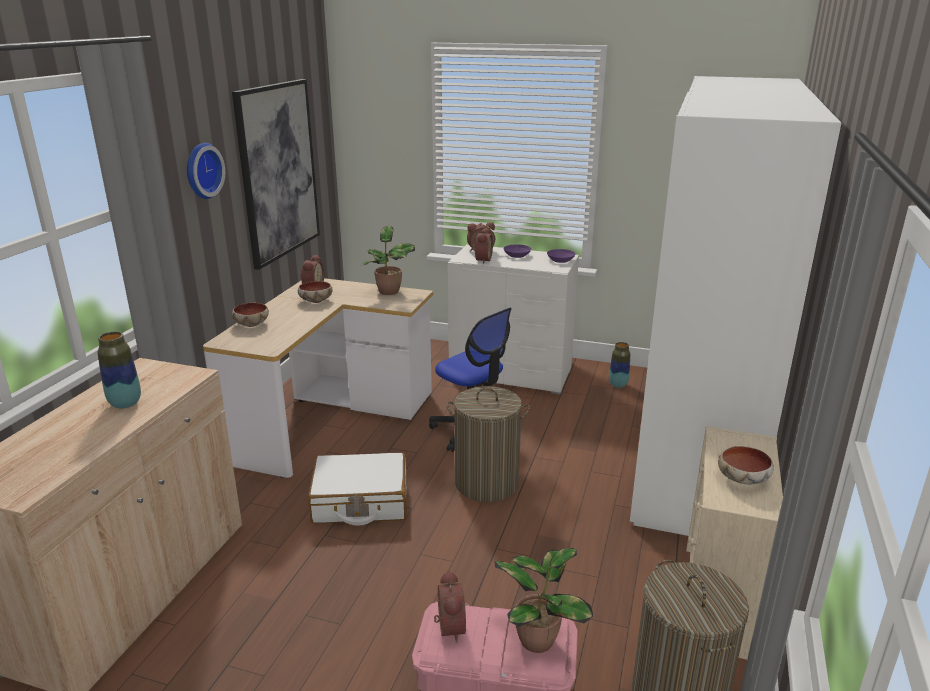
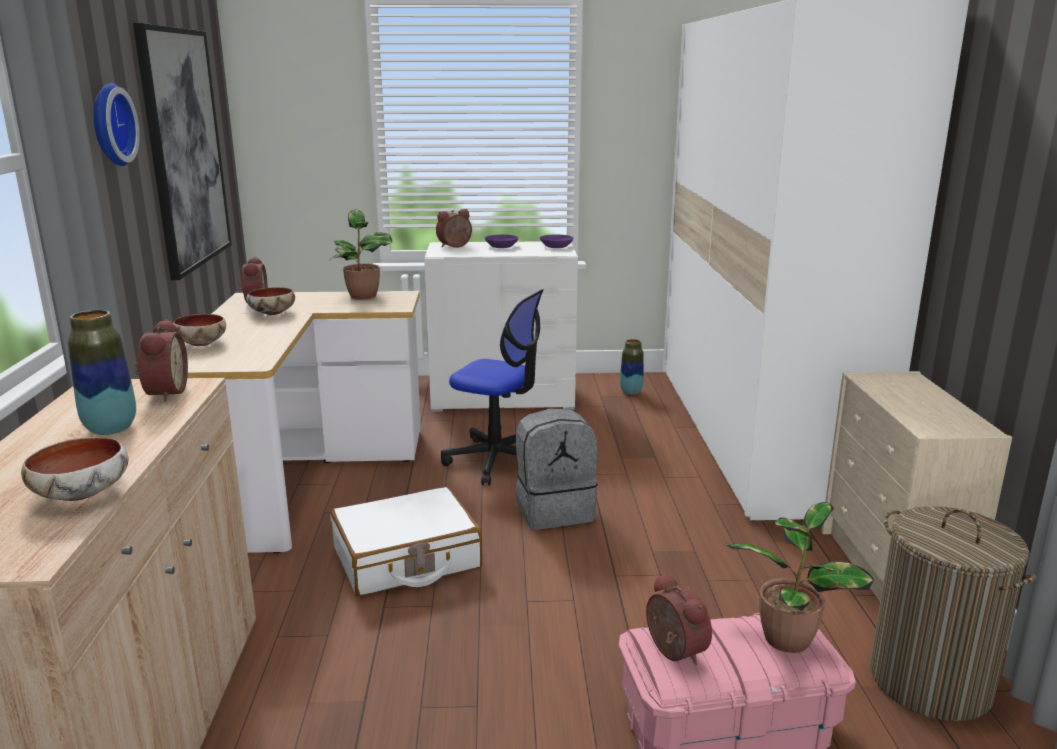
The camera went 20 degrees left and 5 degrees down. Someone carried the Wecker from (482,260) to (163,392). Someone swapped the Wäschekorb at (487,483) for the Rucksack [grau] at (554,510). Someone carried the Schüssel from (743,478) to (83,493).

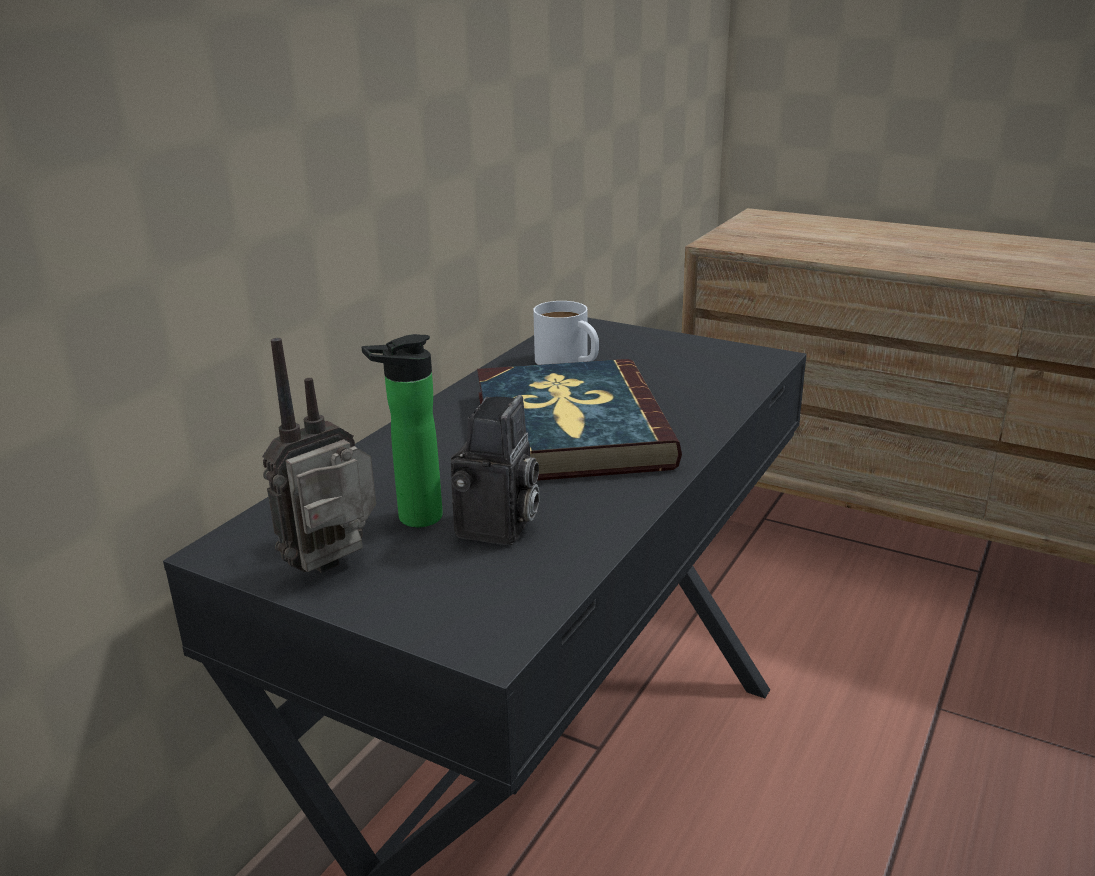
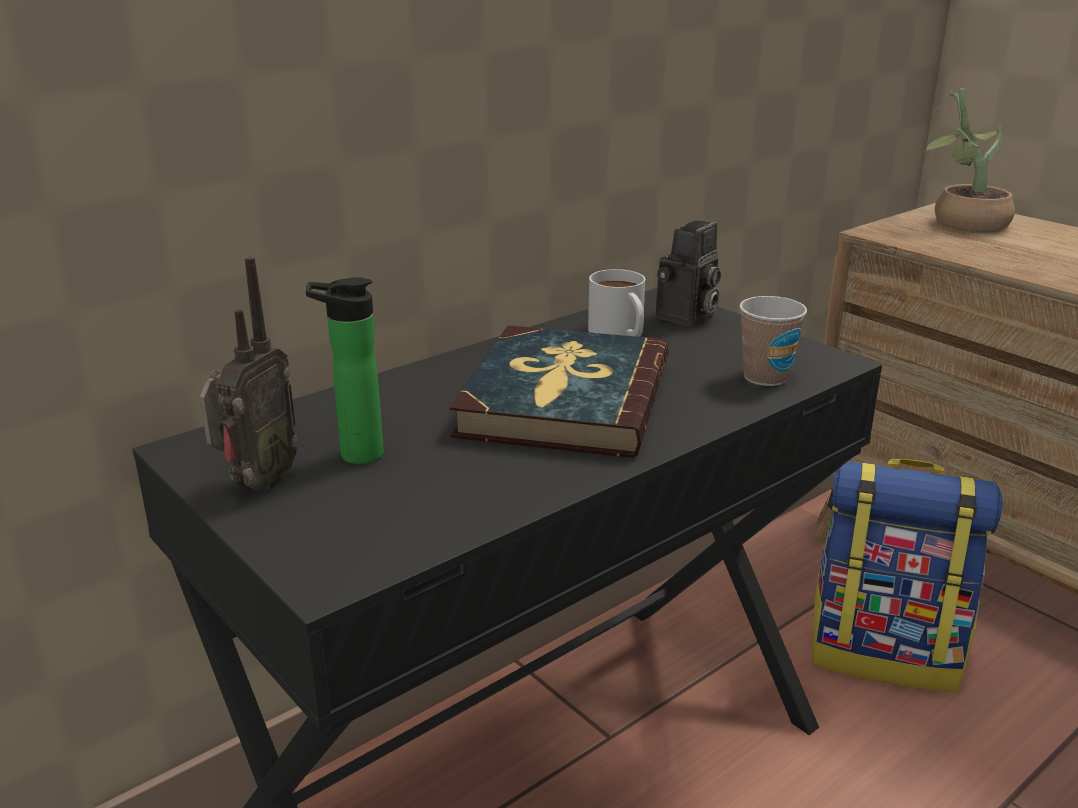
The camera went 20 degrees right and 0 degrees up. Someone rotated the Radio at (336,568) by 135 degrees clockwise. Someone carried the Kamera from (498,529) to (686,318). Someone put down the Topfpflanze at (960,223). Someone put down the Tasse at (765,377). Someone put down the Rucksack at (885,653).

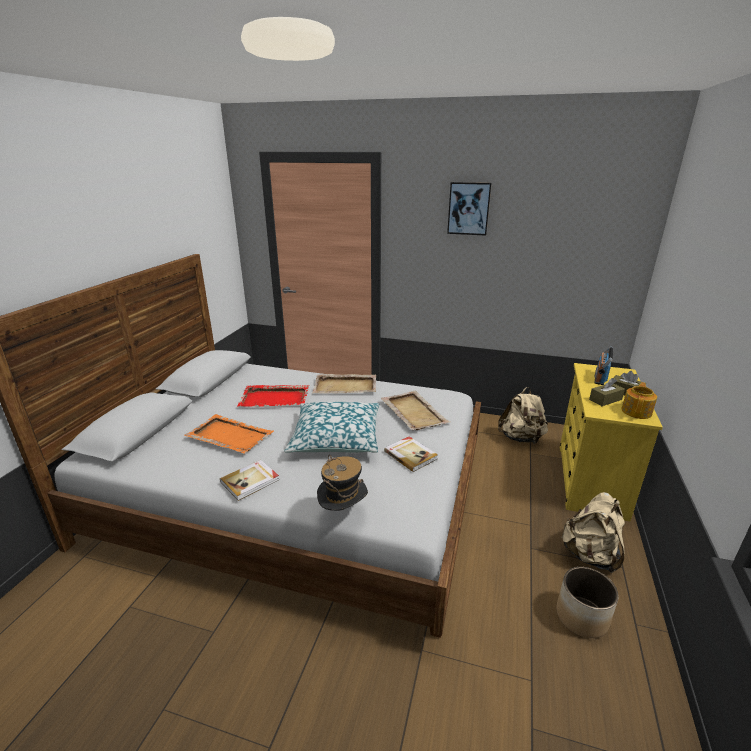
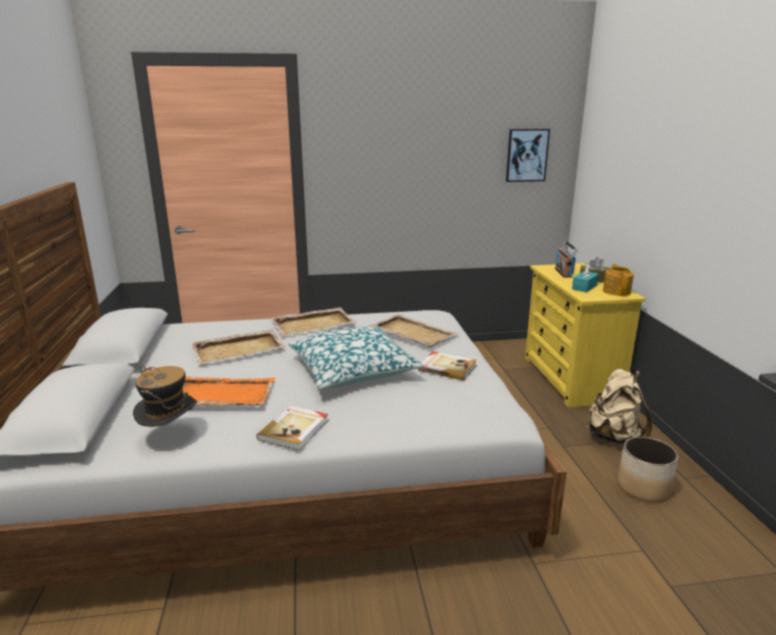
The camera went 25 degrees left and 5 degrees down. Someone carried the Bild from (468,208) to (526,155). Someone repainted the Taschentuchbox [braun] at (605,399), which became the Taschentuchbox [türkis] at (584,287). Someone repainted the Tablett [rot] at (275,398), which became the Tablett [beige] at (239,349). Someone took away the Rucksack [beige] at (521,438). Someone carried the Hut from (343,513) to (170,436).

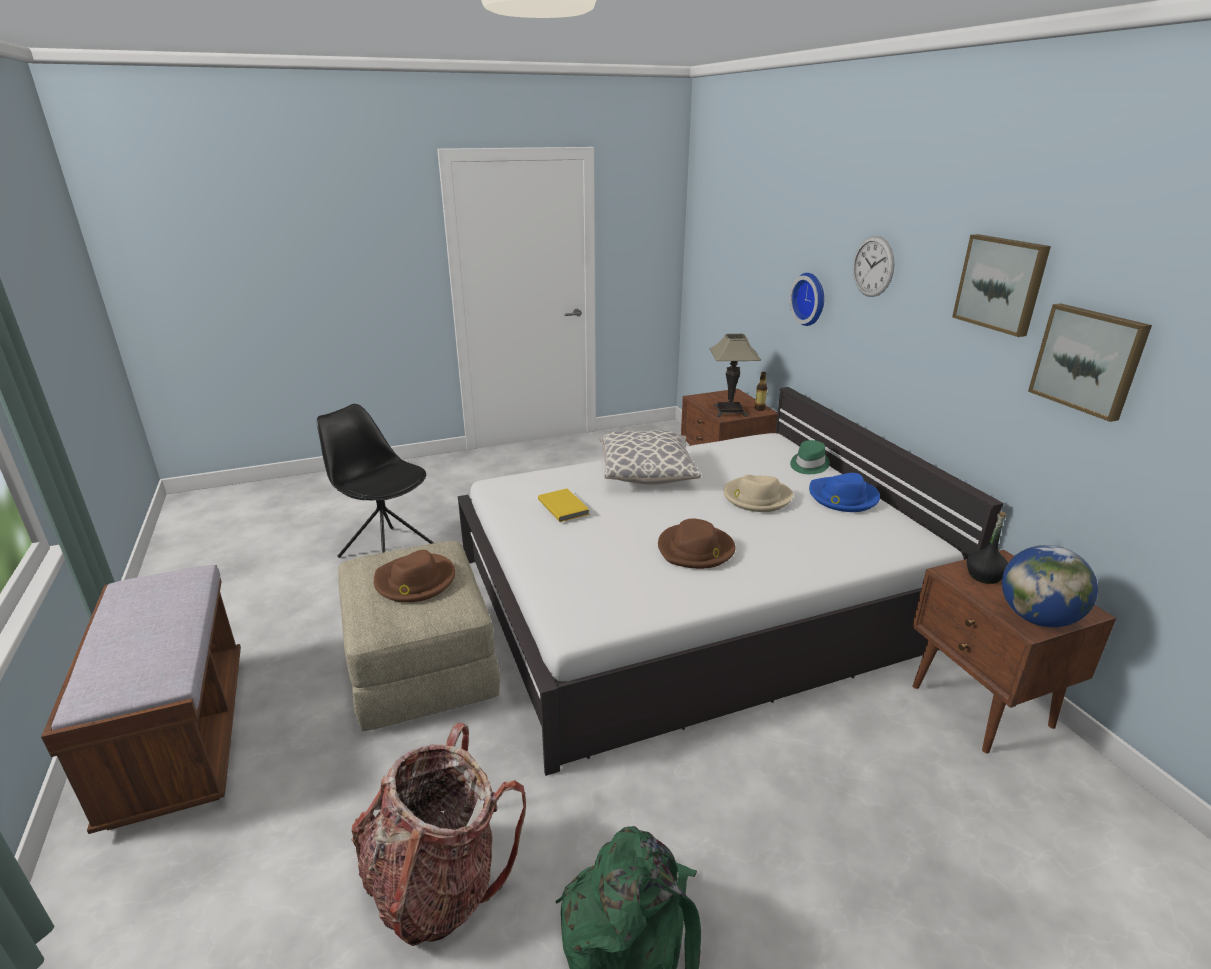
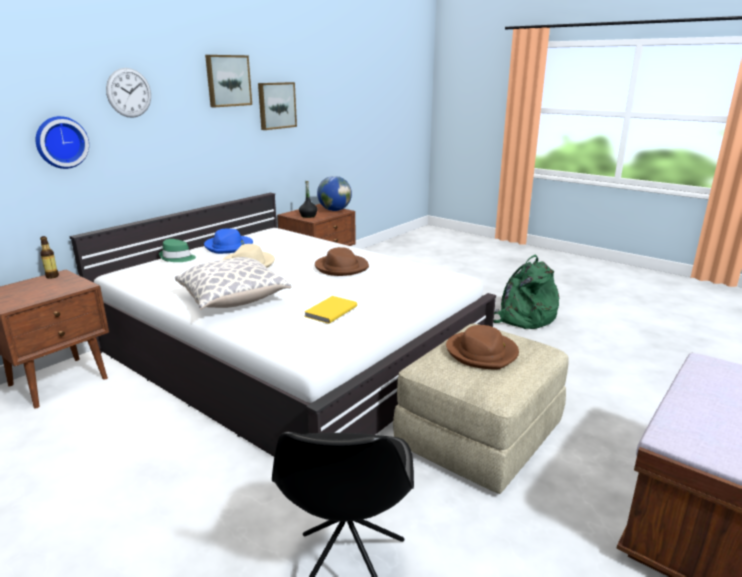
The camera went 120 degrees left and 5 degrees down. Someone took away the Tischlampe at (730,411). Someone took away the Rucksack at (438,882).

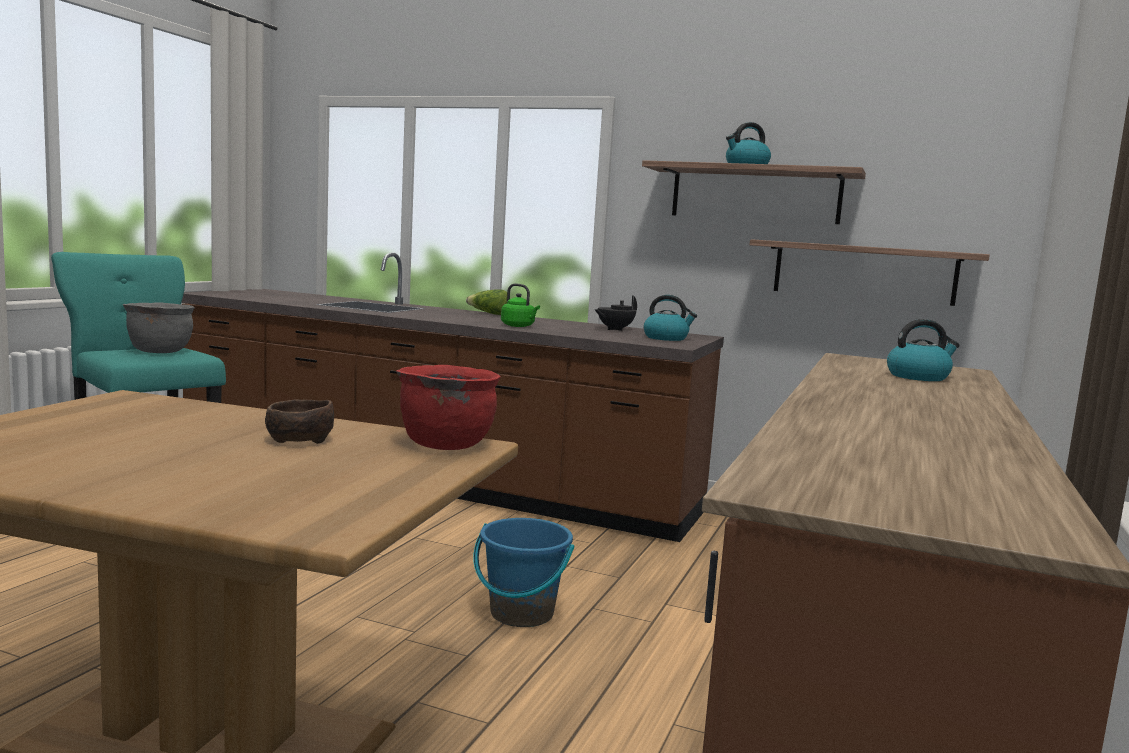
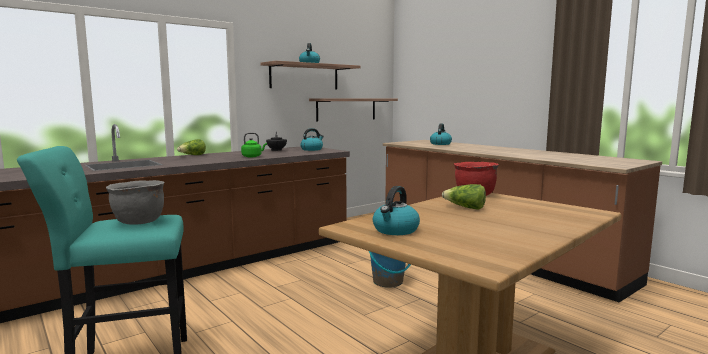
The camera went 60 degrees left and 0 degrees up. Someone swapped the Schüssel [braun] at (298,440) for the Salatkopf at (465,208). Someone put down the Wasserkessel at (395,230).

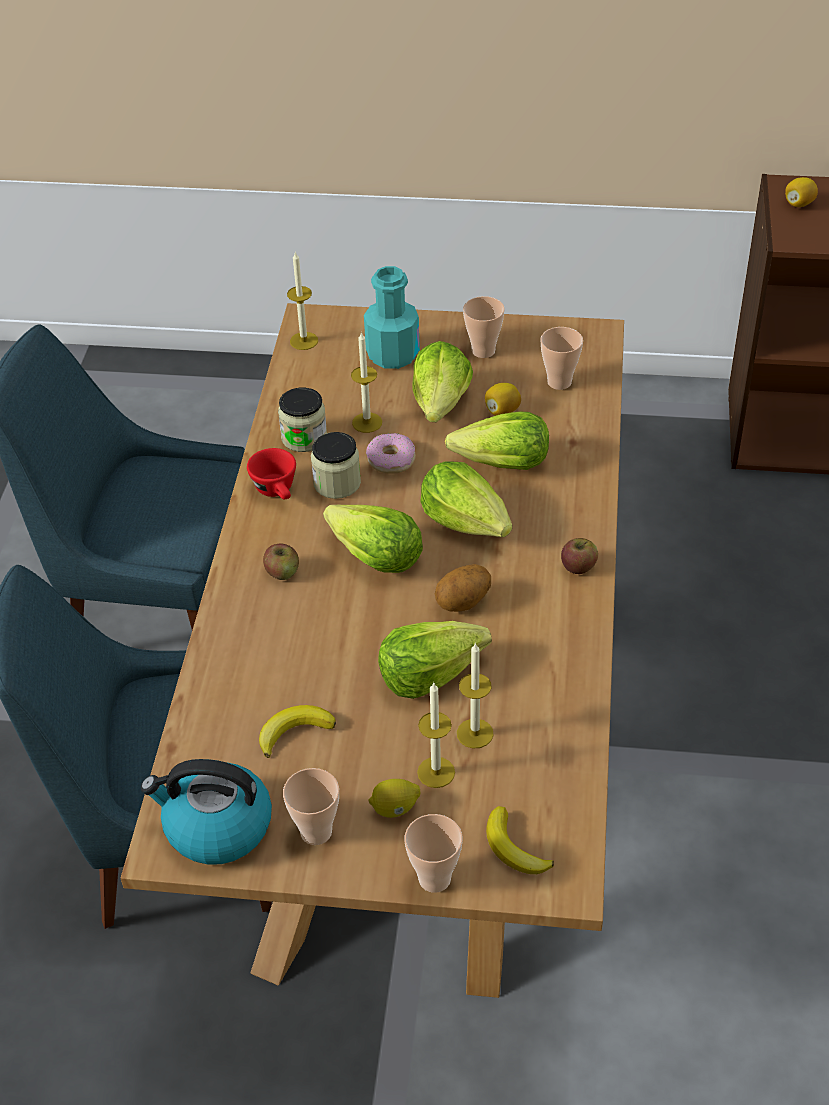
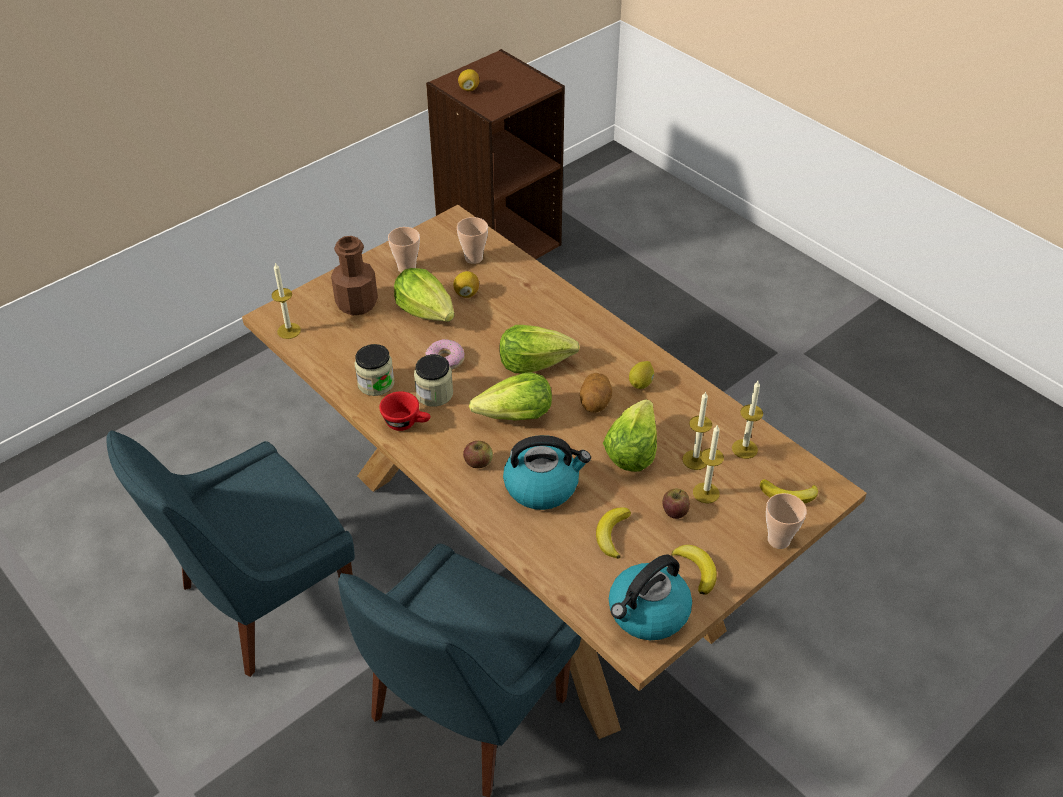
The camera went 50 degrees left and 0 degrees up. Someone repainted the Flasche [türkis] at (392,354), which became the Flasche [braun] at (357,303). Someone carried the Kerze from (367,422) to (744,449). Someone took away the Salatkopf at (502,464). Someone carried the Apfel from (578,566) to (675,511). Someone swapped the Tasse at (316,832) for the Banane at (696,570). Someone carried the Zitrone from (395,808) to (641,383). Someone put down the Wasserkessel at (542,486).

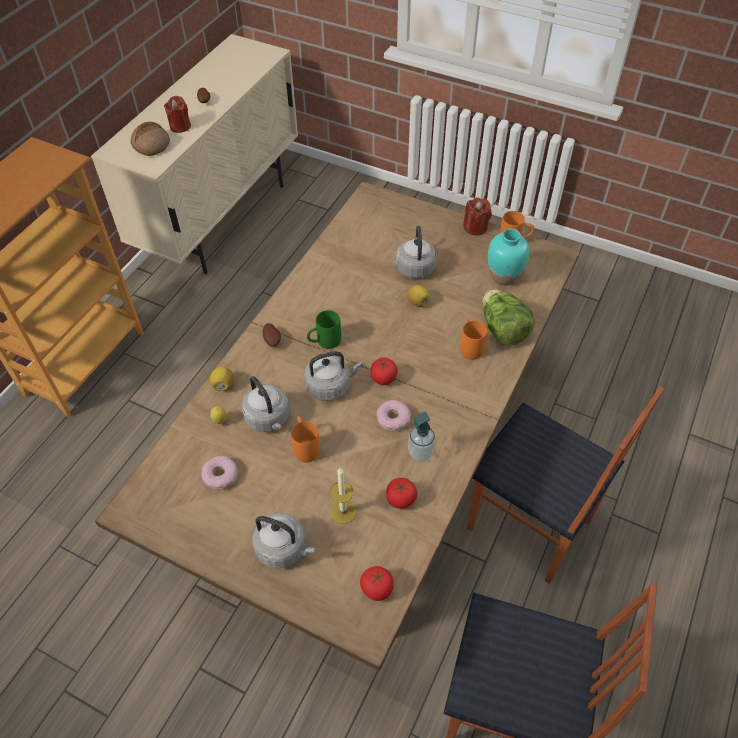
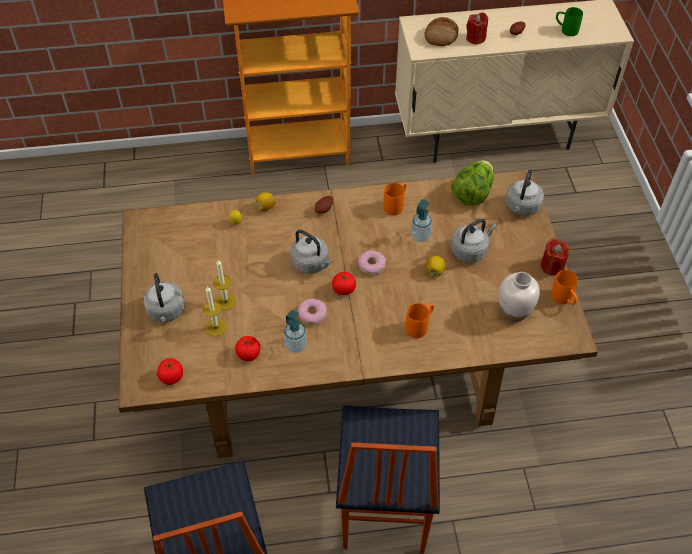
The camera went 55 degrees right and 0 degrees up. Someone repainted the Vase [türkis] at (503,277), which became the Vase [weiß] at (513,312). Someone carried the Salatkopf from (502,330) to (472,193). Someone carried the Henkelbecher [grün] from (324,342) to (565,30). Someone carried the Wasserkessel [grau] from (268,419) to (522,208). Someone carried the Henkelbecher [orange] from (305,446) to (396,205). Someone carried the Donut from (220,475) to (372,265). Someone put down the Seifenspender at (420,236). Someone put down the Kerze at (225,301).

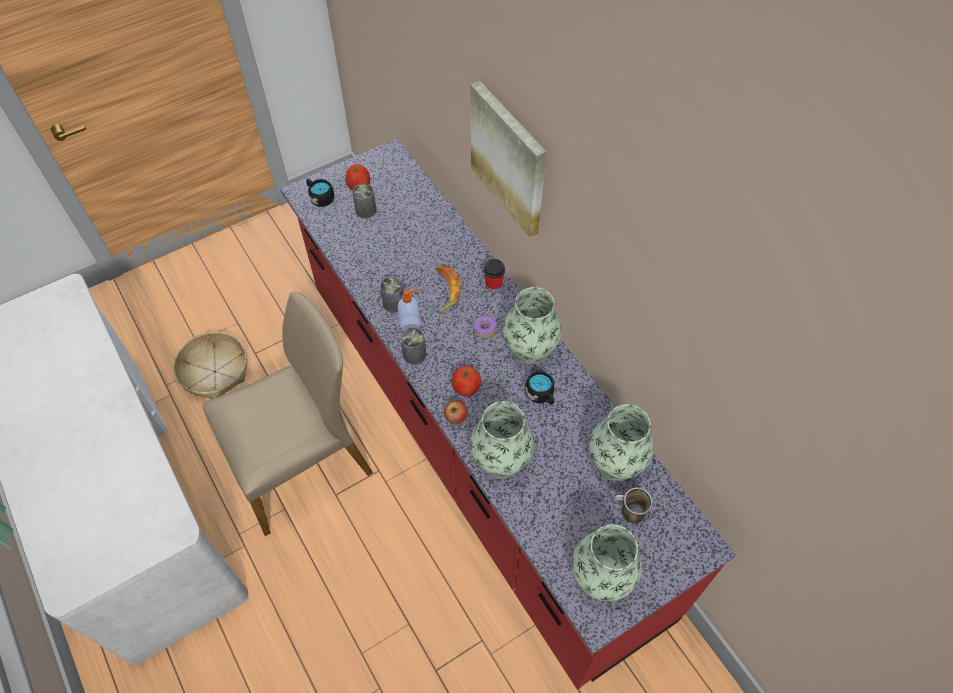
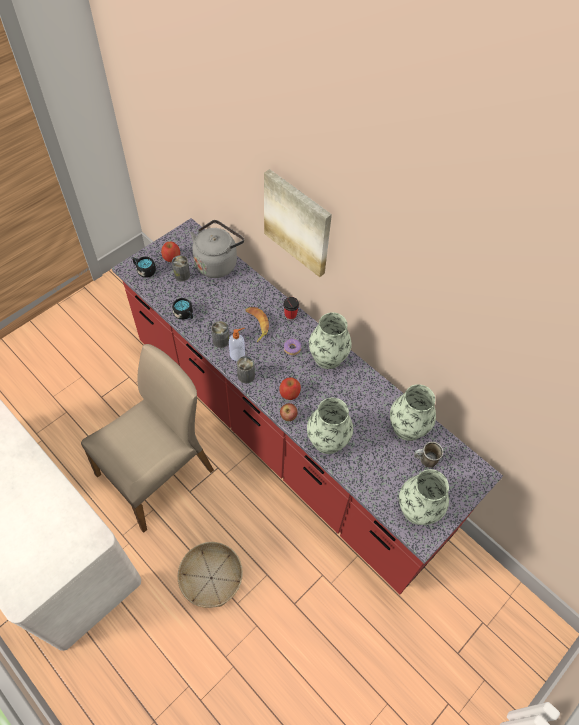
The camera went 15 degrees left and 0 degrees up. Someone carried the Korb from (214,372) to (211,578). Someone carried the Henkelbecher [schwarz] from (541,395) to (185,315). Someone put down the Wasserkessel [grau] at (217,263).

